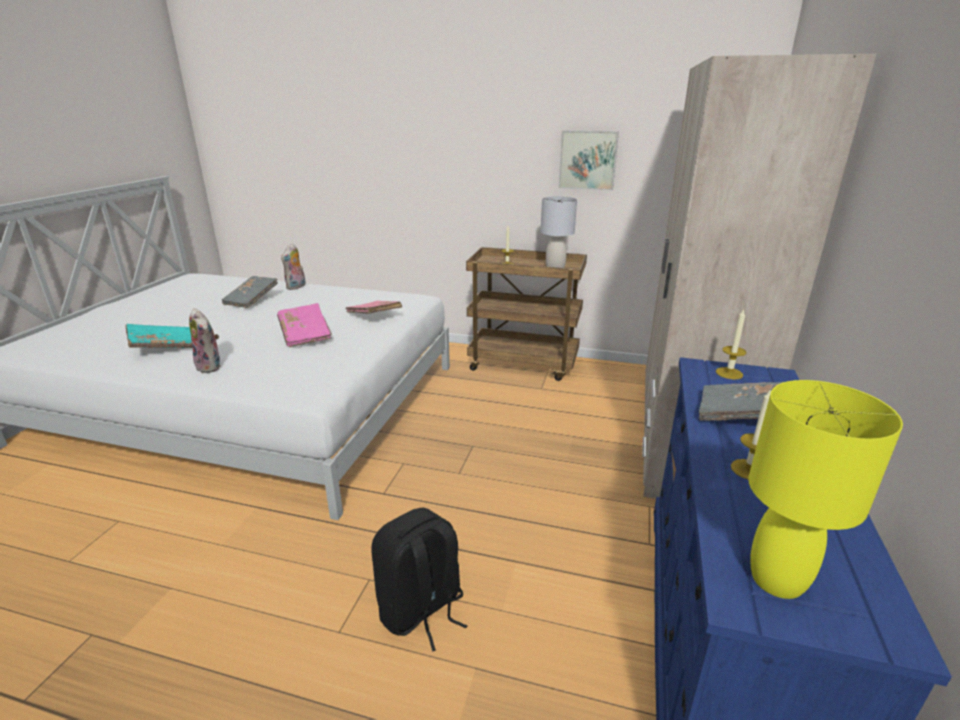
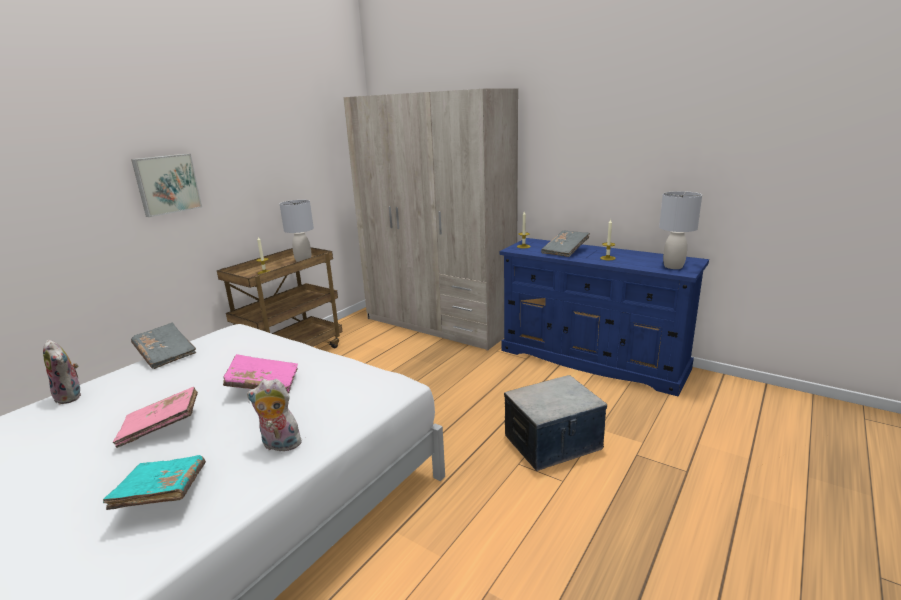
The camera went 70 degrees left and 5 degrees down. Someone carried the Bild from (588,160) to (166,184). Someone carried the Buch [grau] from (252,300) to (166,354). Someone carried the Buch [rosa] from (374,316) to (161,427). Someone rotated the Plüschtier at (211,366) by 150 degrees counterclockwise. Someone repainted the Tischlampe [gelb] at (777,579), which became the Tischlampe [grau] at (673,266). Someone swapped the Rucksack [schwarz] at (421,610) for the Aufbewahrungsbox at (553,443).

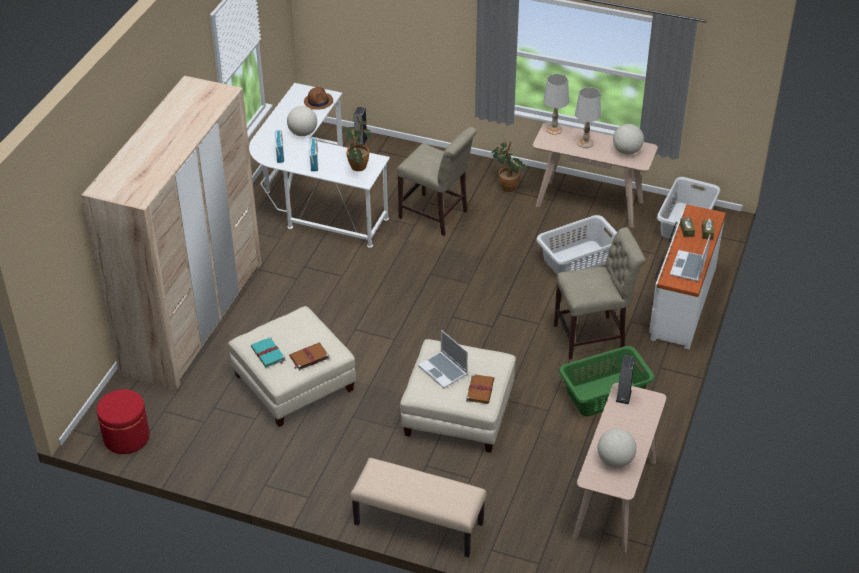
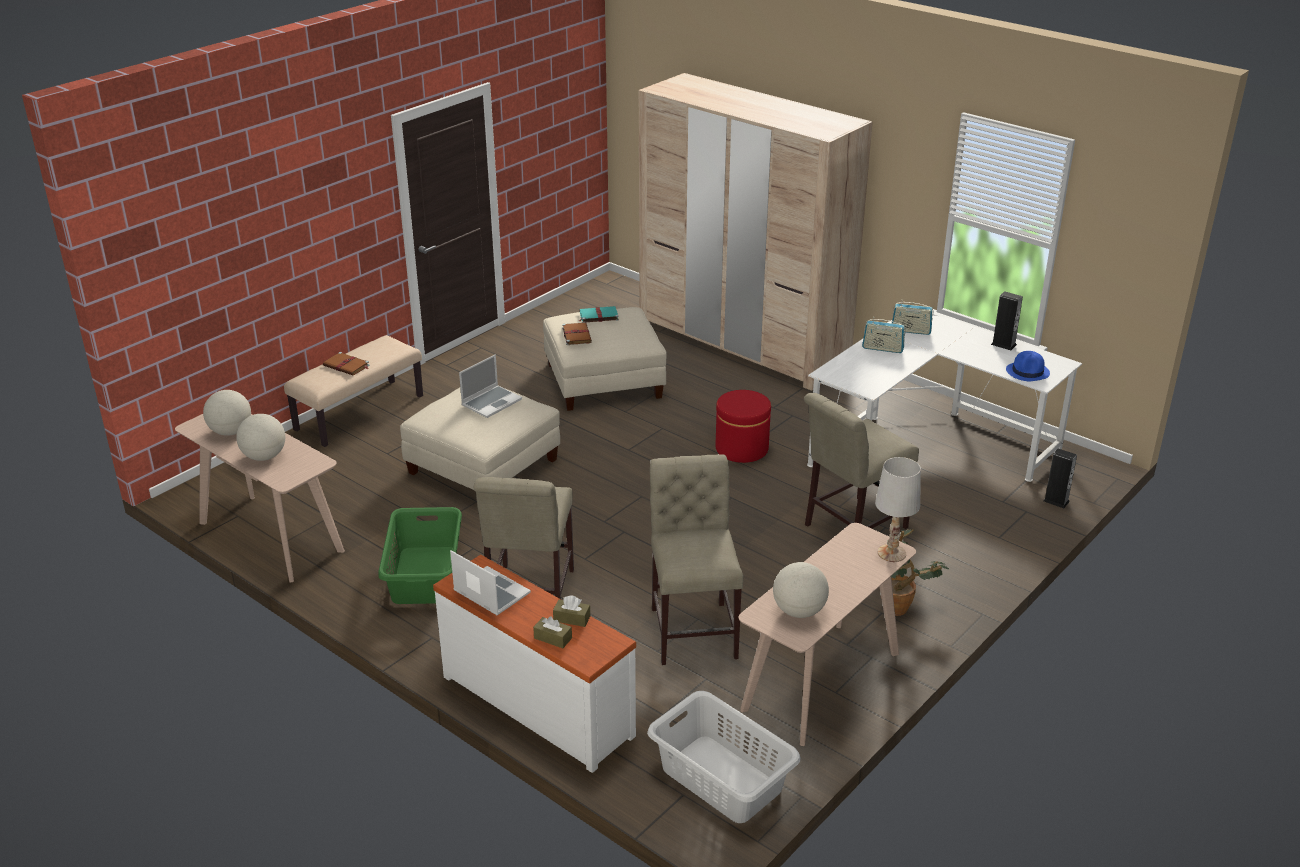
The camera went 110 degrees right and 10 degrees down. Someone repainted the Hut [braun] at (318,101), which became the Hut [blau] at (1028,372). Someone took away the Tischlampe [weiß] at (585,143). Someone carried the Globus from (303,133) to (264,456). Someone took away the Topfpflanze at (357,169). Someone swapped the Wäschekorb [grau] at (577,259) for the Stuhl [beige] at (693,628). Someone rotated the Laptop at (443,371) by 150 degrees clockwise. Someone carried the Lautsprecher from (623,396) to (1003,344). Someone carried the Buch [braun] from (480,389) to (347,366). Someone carried the Polsterhocker [rot] from (126,437) to (741,449).

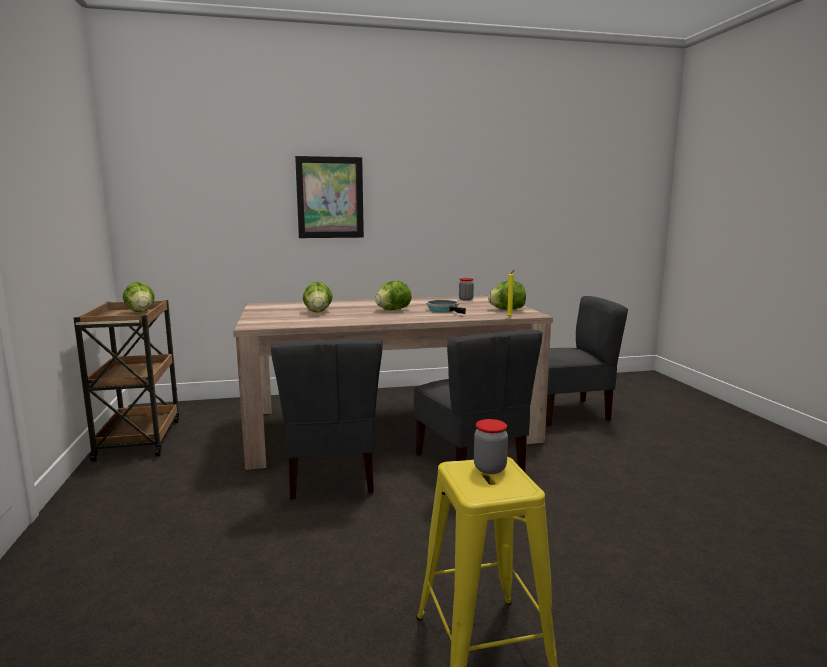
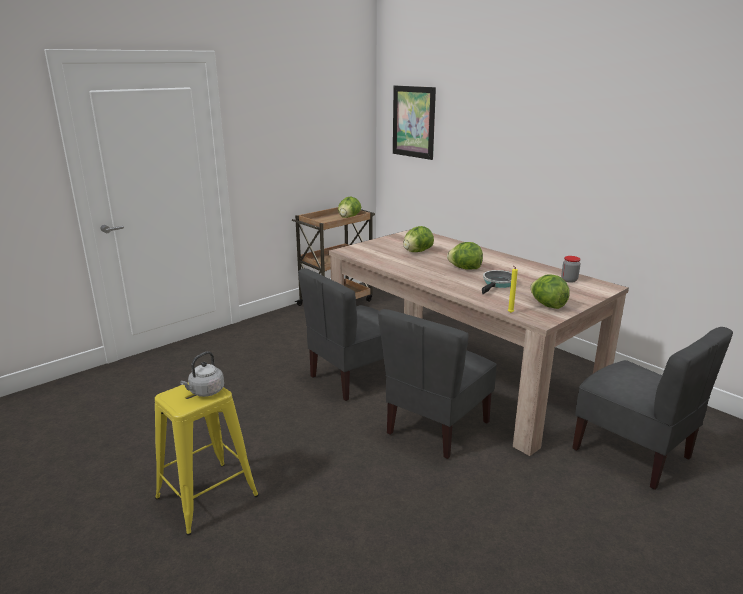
The camera went 60 degrees right and 10 degrees up. Someone carried the Bild from (330,197) to (413,122). Someone swapped the Vorratsglas at (490,468) for the Wasserkessel [grau] at (205,392).

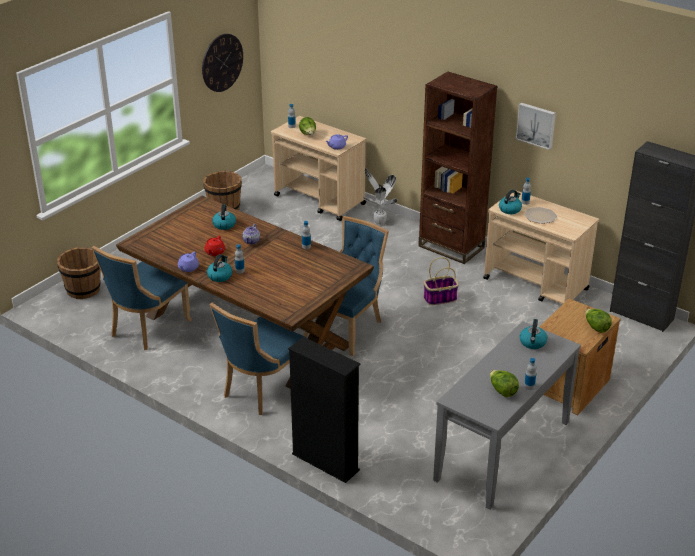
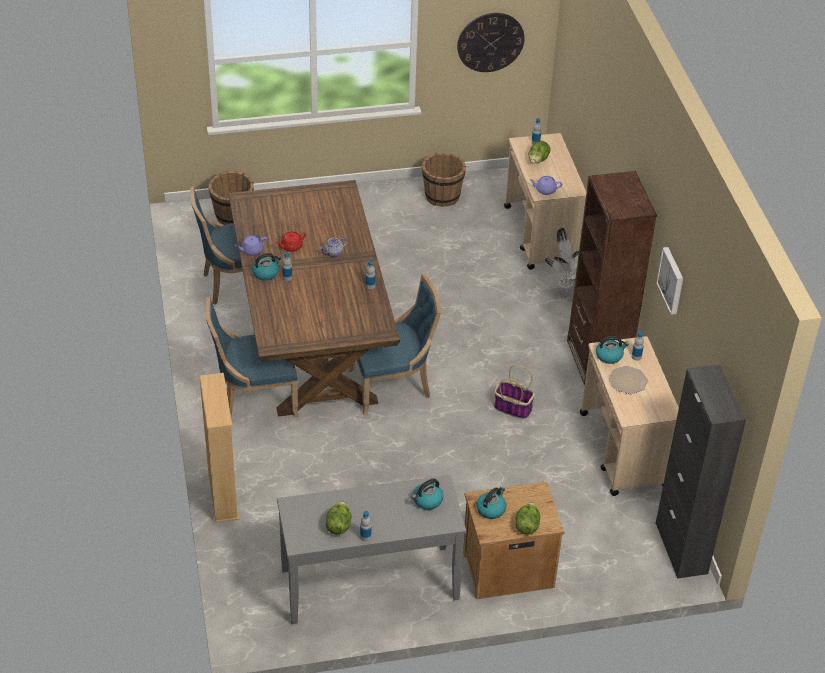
The camera went 40 degrees right and 10 degrees up. Someone carried the Wasserkessel from (224,224) to (491,509). Someone repainted the Bücherregal [schwarz] at (325,462), which became the Bücherregal [beige] at (223,495).

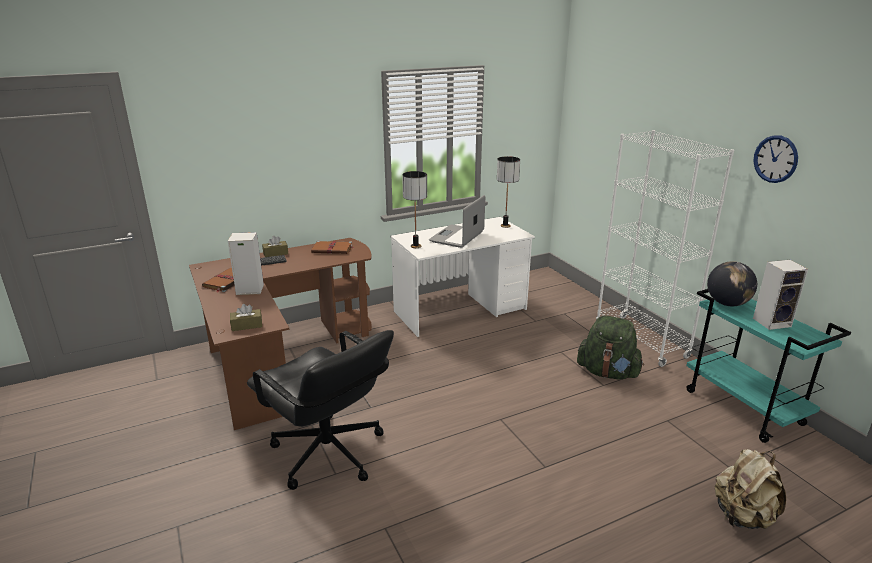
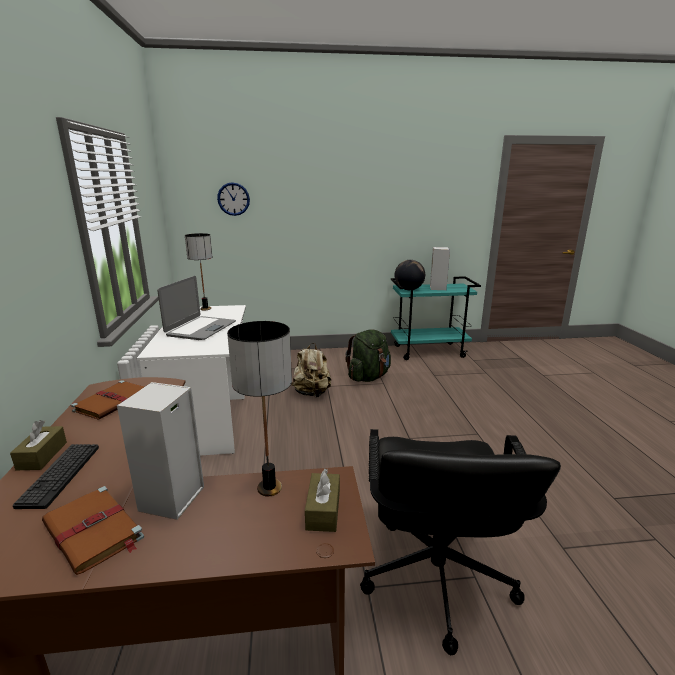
The camera went 70 degrees left and 5 degrees down. Someone took away the Bücherregal [weiß] at (641,341). Someone carried the Wanduhr from (775,159) to (233,199). Someone carried the Tischlampe from (415,246) to (268,488). Someone rotated the Laptop at (457,237) by 120 degrees counterclockwise. Someone rotated the Bürostuhl [schwarz] at (328,454) by 120 degrees clockwise. Someone carried the Rucksack [beige] from (742,516) to (312,393).

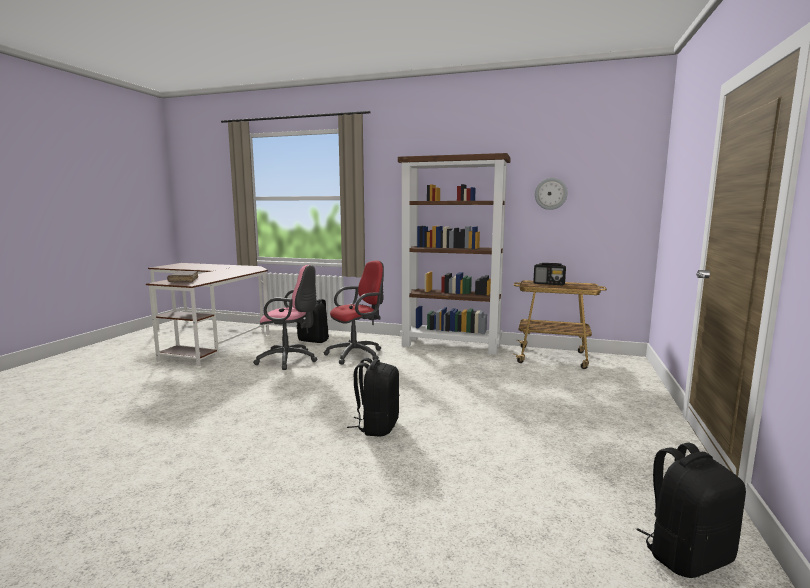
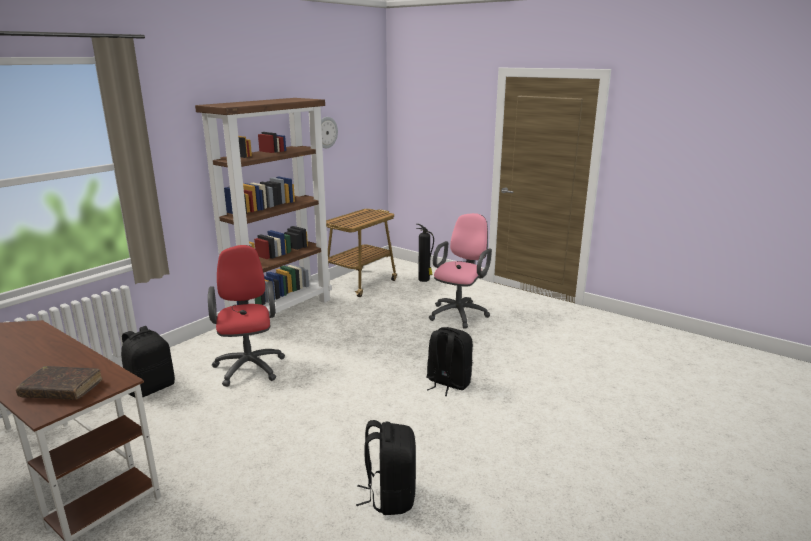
The camera went 70 degrees left and 10 degrees up. Someone took away the Radio at (549,284). Someone carried the Bürostuhl [rosa] from (290,360) to (460,313). Someone carried the Rucksack [schwarz] from (687,555) to (390,496). Someone put down the Feuerlöscher at (424,280).

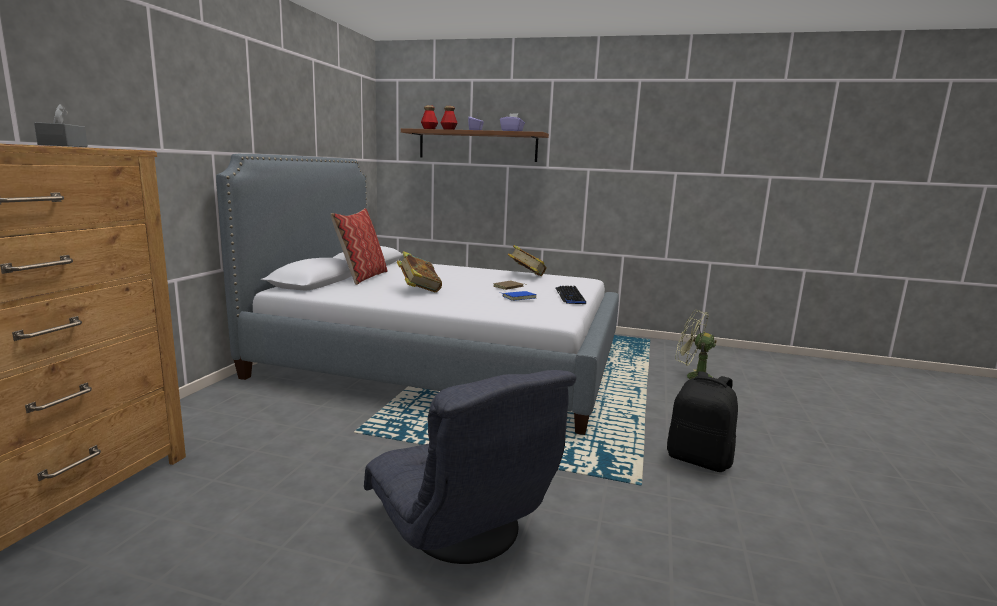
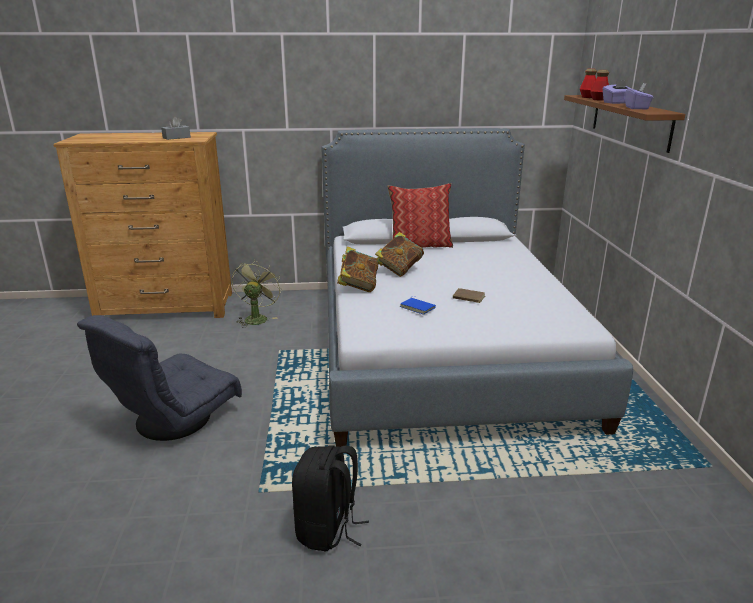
The camera went 70 degrees right and 10 degrees up. Someone carried the Buch from (526,276) to (358,286). Someone took away the Tastatur at (570,296). Someone carried the Ventilator [grün] from (693,377) to (257,318).

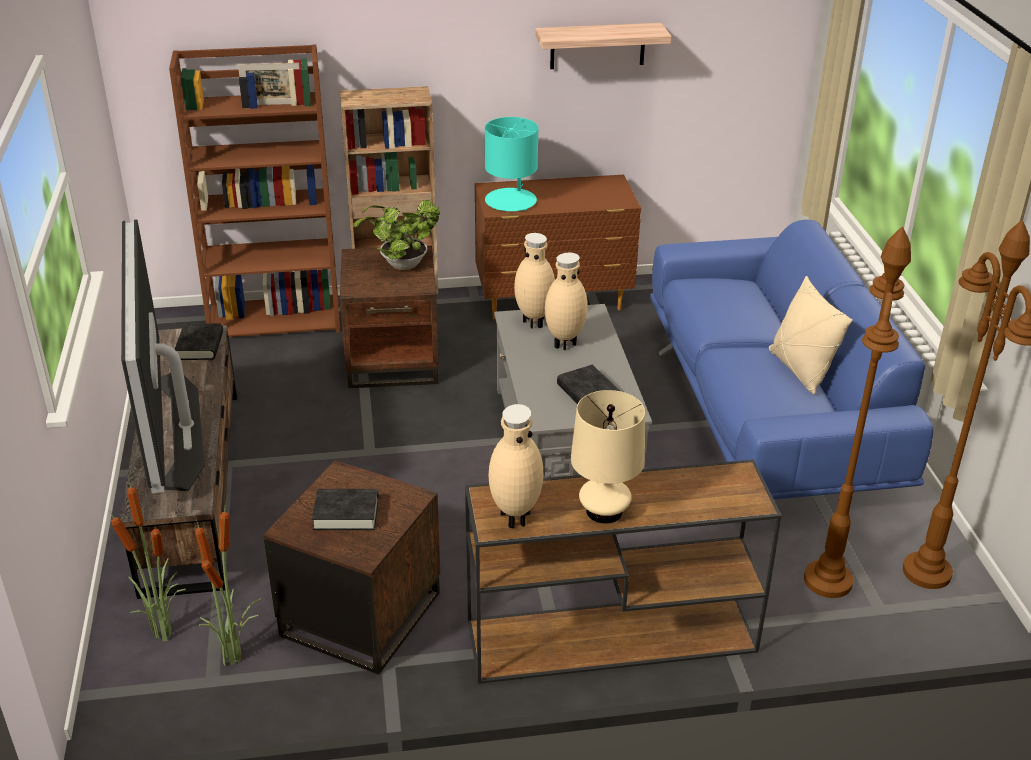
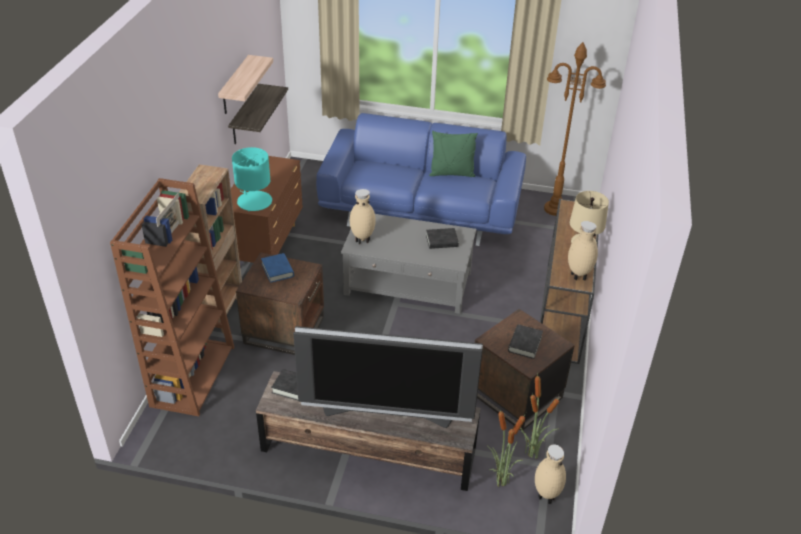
The camera went 70 degrees left and 5 degrees up. Someone swapped the Topfpflanze at (400,265) for the Buch [blau] at (277,270). Someone took away the Stehlampe [braun] at (828,581). Someone carried the Vase [beige] from (564,343) to (545,497). Someone repainted the Kissen [beige] at (800,370), which became the Kissen [grün] at (452,173). Someone put up the Wandregal at (245,115).

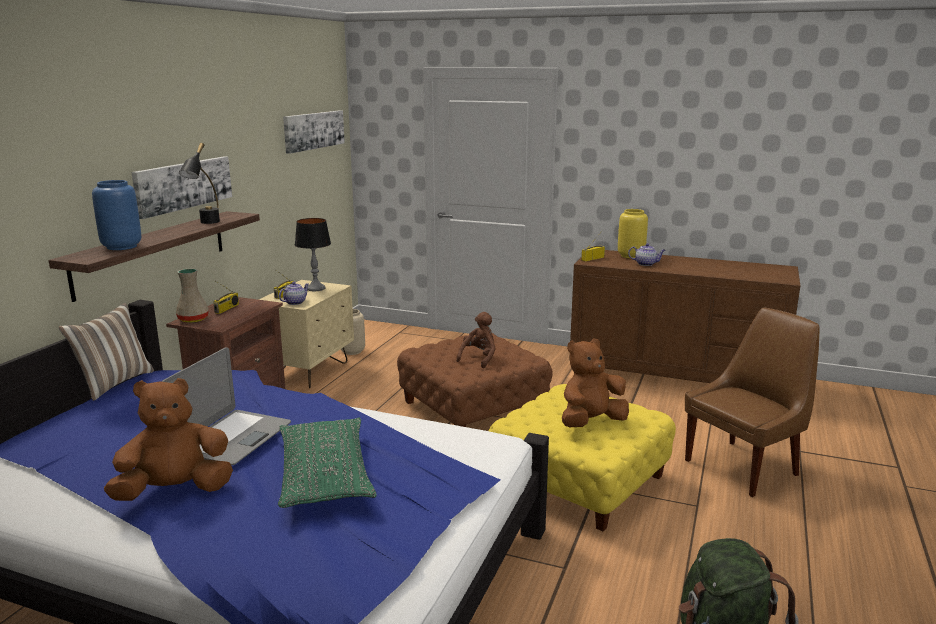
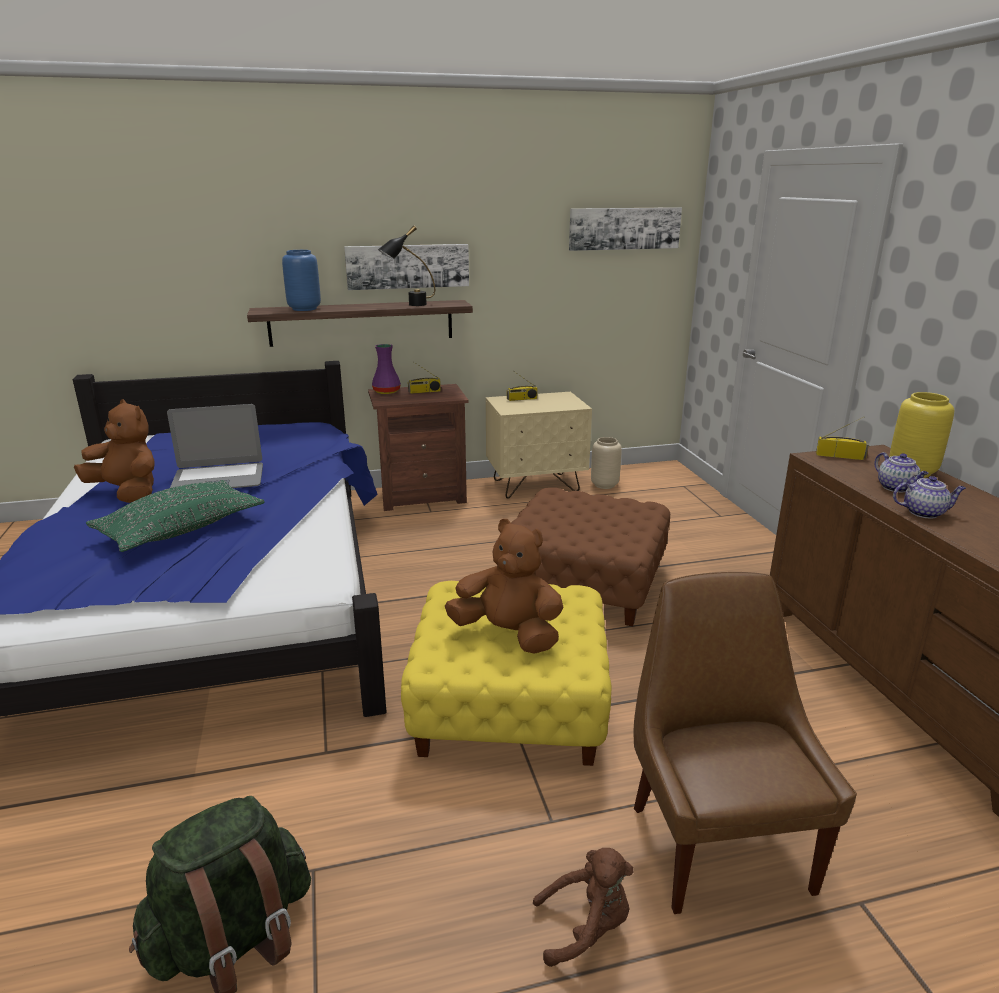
The camera went 55 degrees right and 5 degrees up. Someone took away the Tischlampe at (316,288). Someone repainted the Vase [beige] at (193,320), which became the Vase [lila] at (386,392). Someone carried the Teekanne from (295,302) to (924,512). Someone took away the Kissen at (114,383). Someone rotated the Stuhl [braun] at (744,467) by 120 degrees counterclockwise. Someone carried the Plüschtier [braun] from (479,358) to (586,927).

